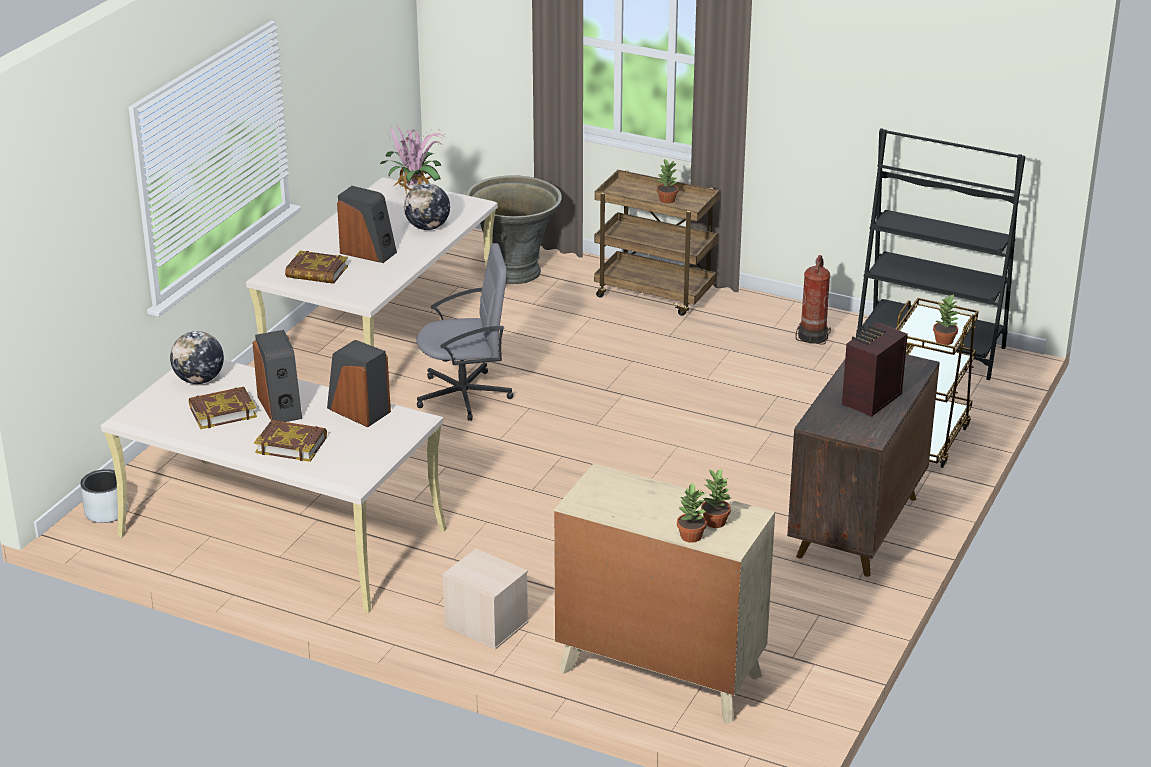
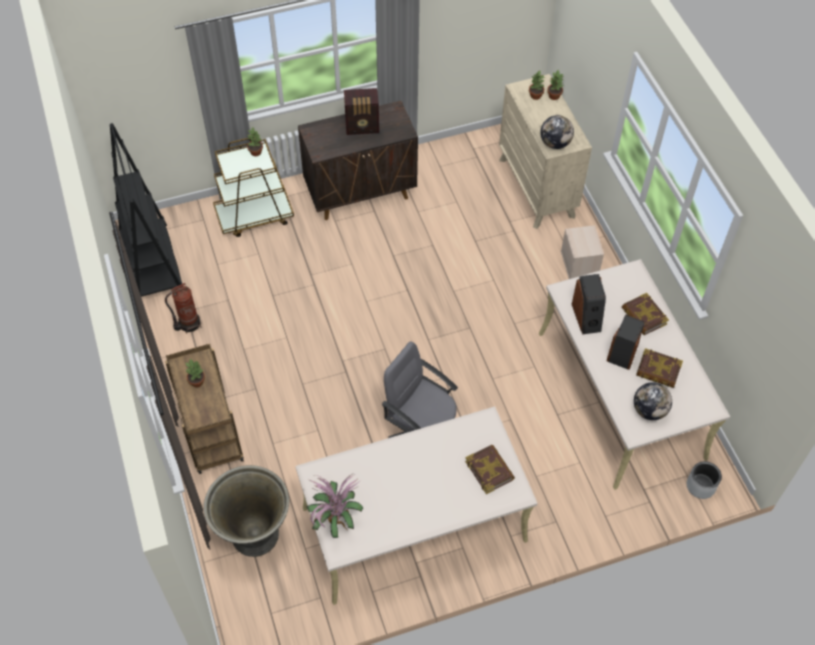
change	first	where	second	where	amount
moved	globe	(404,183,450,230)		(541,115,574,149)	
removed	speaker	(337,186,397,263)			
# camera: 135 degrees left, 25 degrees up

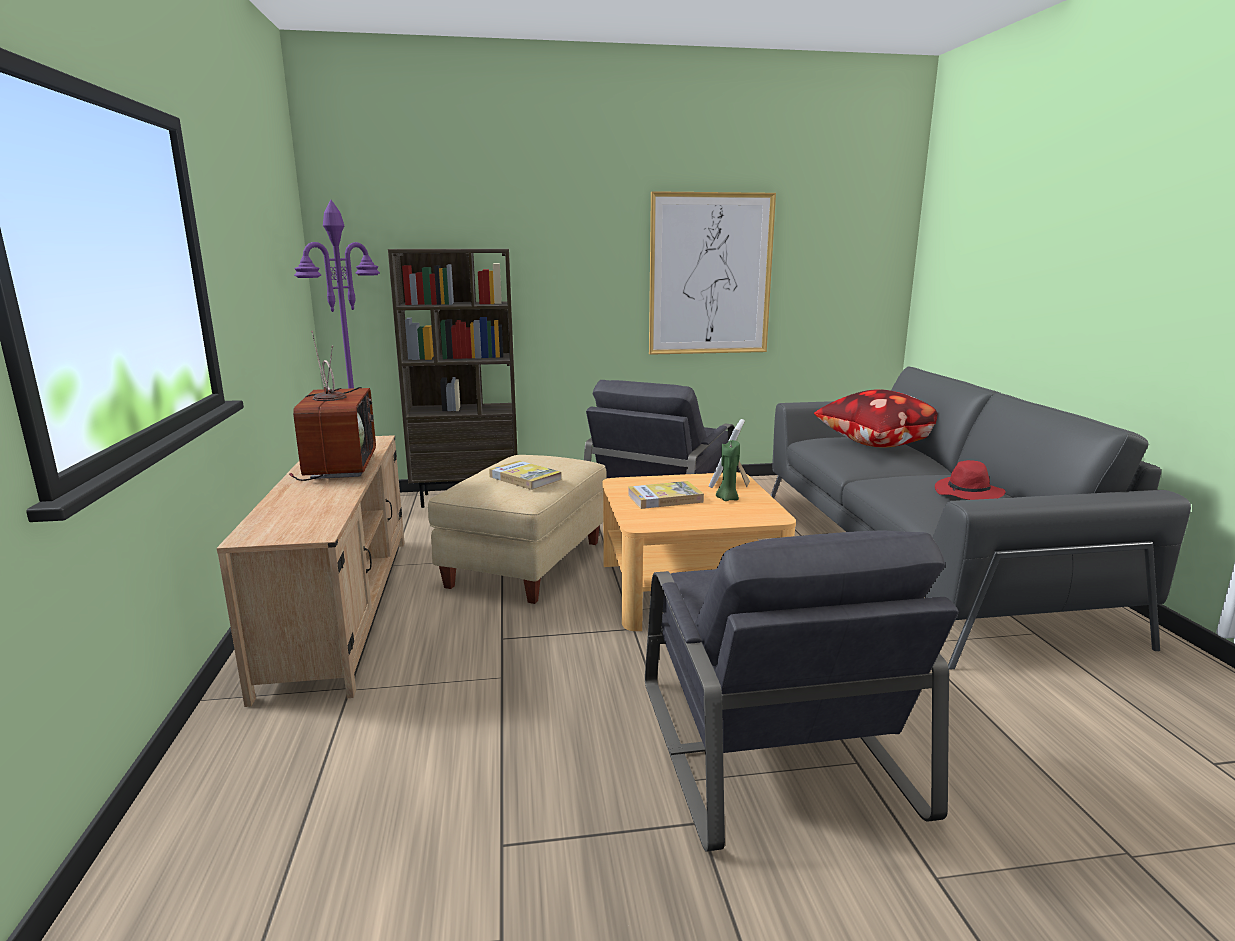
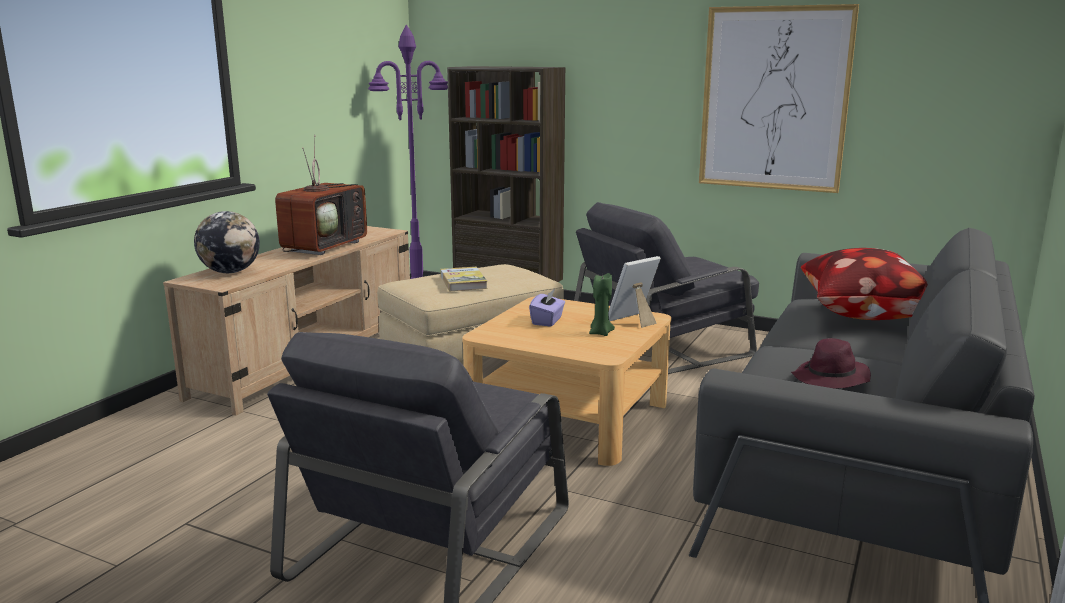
change	first	where	second	where	amount
recoloured	hat/red	(935,460,1005,500)	hat/purple	(791,338,871,389)	
replaced	book	(628,481,704,509)	tissue box/purple	(529,289,565,327)	
added			globe	(194,211,260,273)	
# camera: 35 degrees right, 0 degrees up

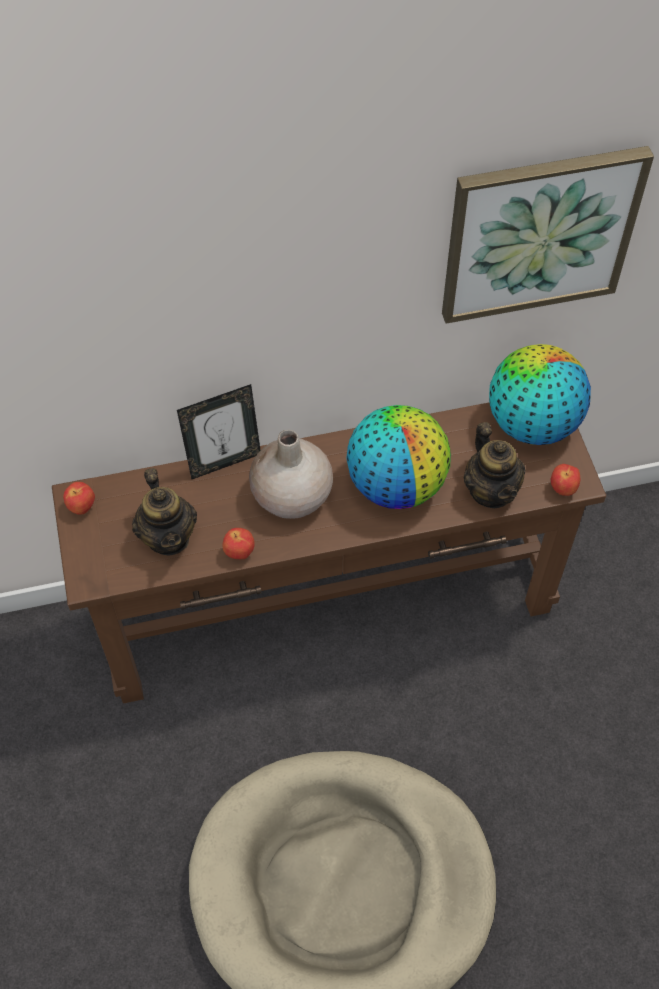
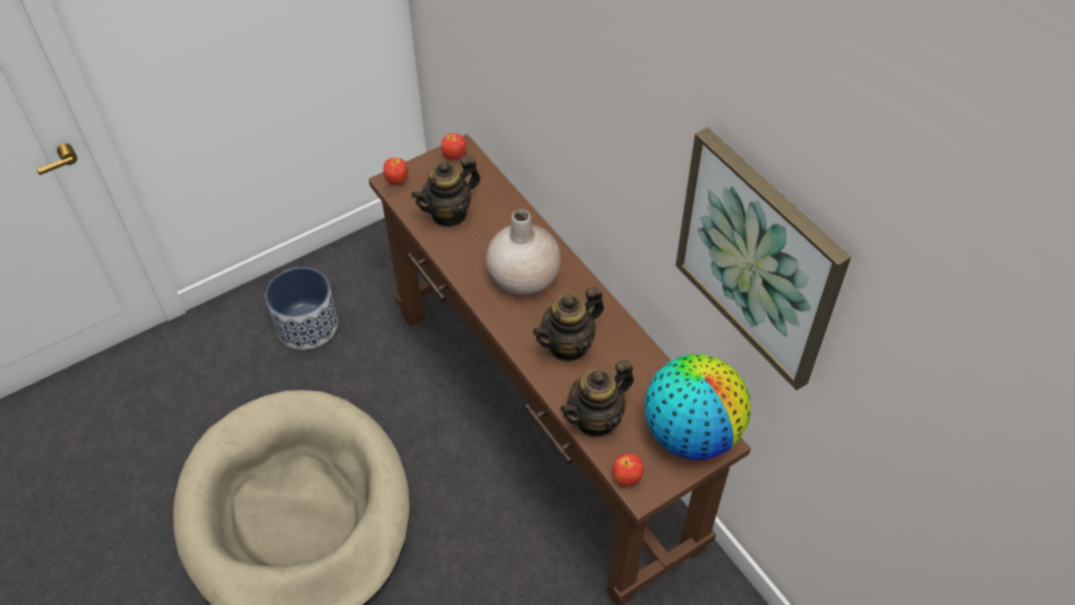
change	first	where	second	where	amount
removed	picture frame	(177,384,261,479)			
replaced	globe	(346,405,451,509)	teapot	(533,286,604,363)	
moved	apple	(222,528,255,559)		(383,158,408,185)	
added			planter	(266,267,338,350)	
# camera: 70 degrees right, 5 degrees down

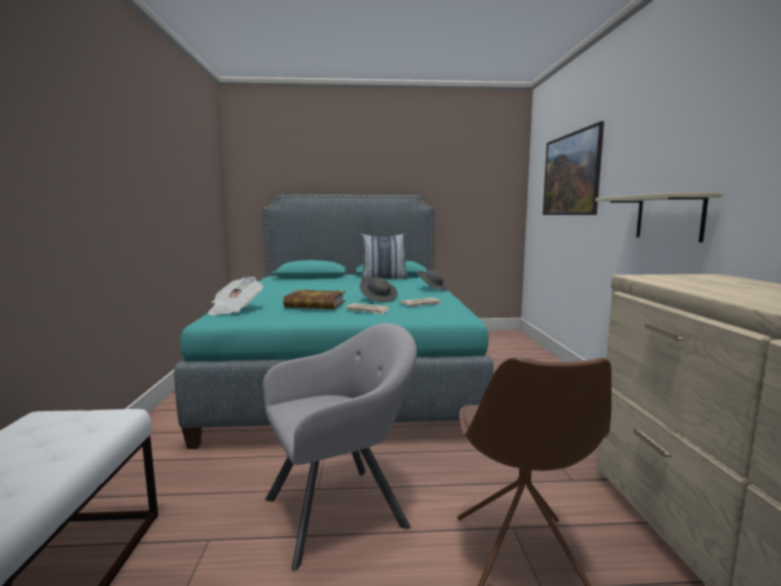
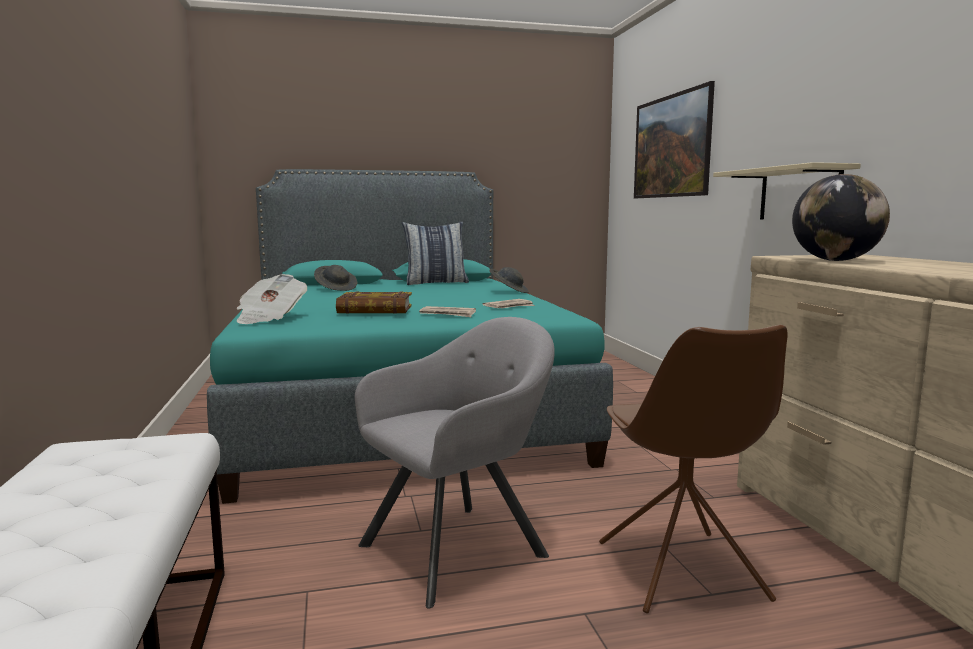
change	first	where	second	where	amount
moved	hat/grey	(360,277,398,302)		(314,265,358,291)	
added			globe	(792,174,890,261)	
# camera: 10 degrees left, 0 degrees up

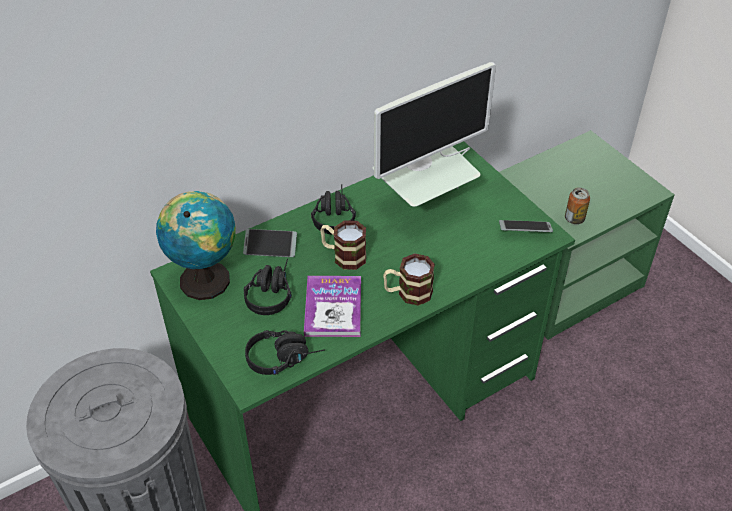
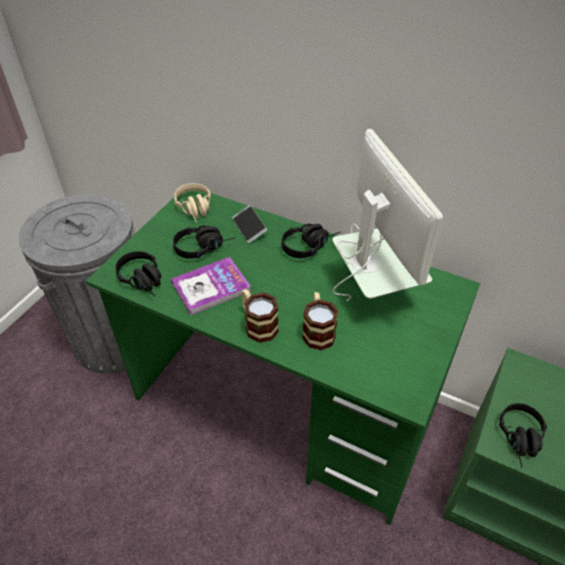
change	first	where	second	where	amount
turned	monitor	(373,62,496,207)		(332,129,443,301)	135 degrees counterclockwise
replaced	can	(565,187,590,224)	headphones/black	(499,403,547,468)	
replaced	globe	(156,191,236,300)	headphones/beige	(174,183,211,223)	
moved	mug	(320,220,366,270)		(302,292,338,351)	
removed	phone	(499,220,553,232)			
# camera: 60 degrees right, 0 degrees up

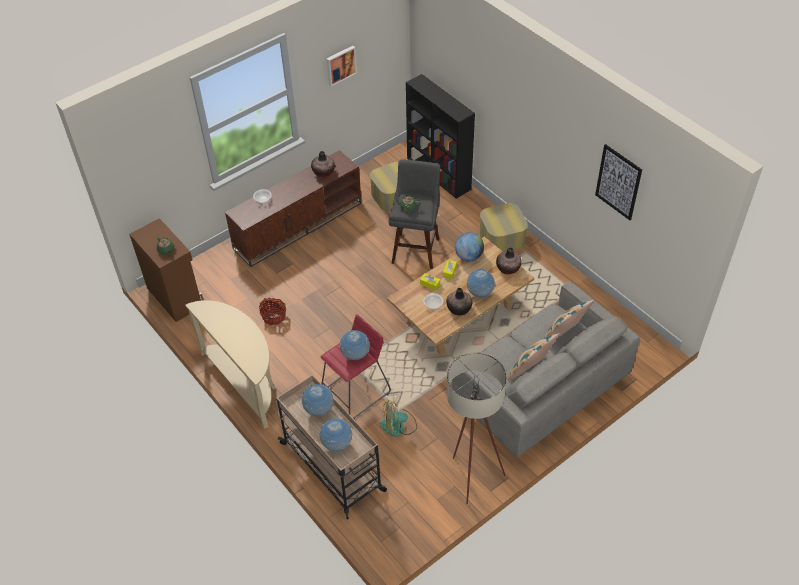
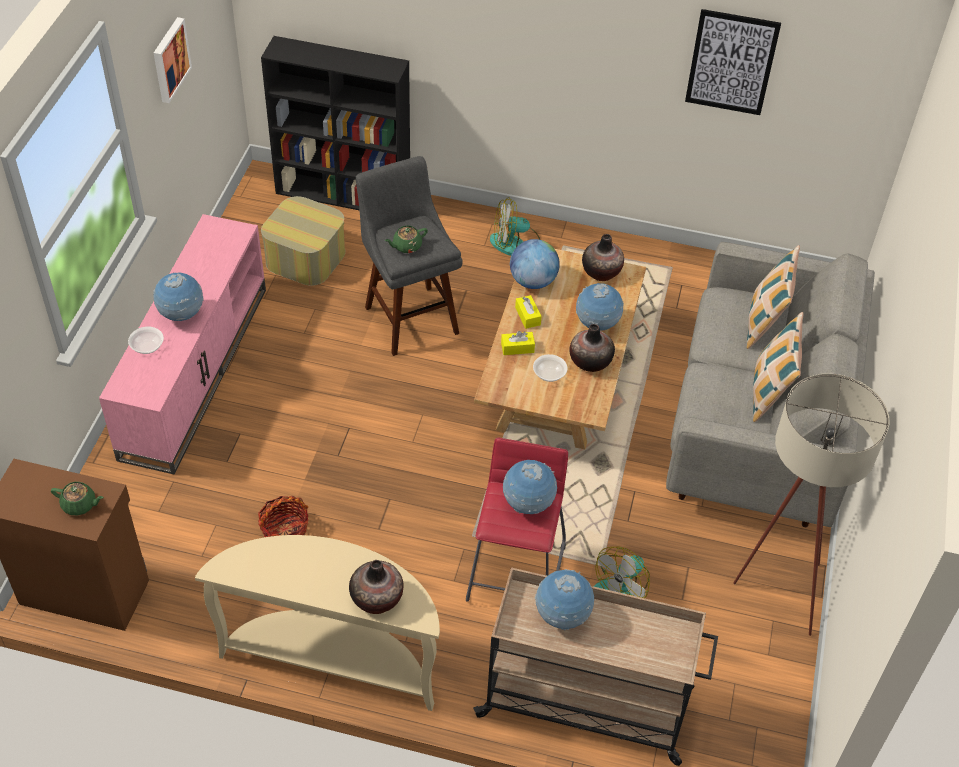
change	first	where	second	where	amount
recoloured	tv stand/brown	(225,150,361,267)	tv stand/pink	(99,214,266,474)	
moved	vase	(311,151,335,177)		(349,560,403,614)	
replaced	ottoman	(479,203,528,252)	fan	(490,197,540,256)	
moved	globe	(320,418,353,451)		(153,272,204,321)	
# camera: 40 degrees left, 0 degrees up

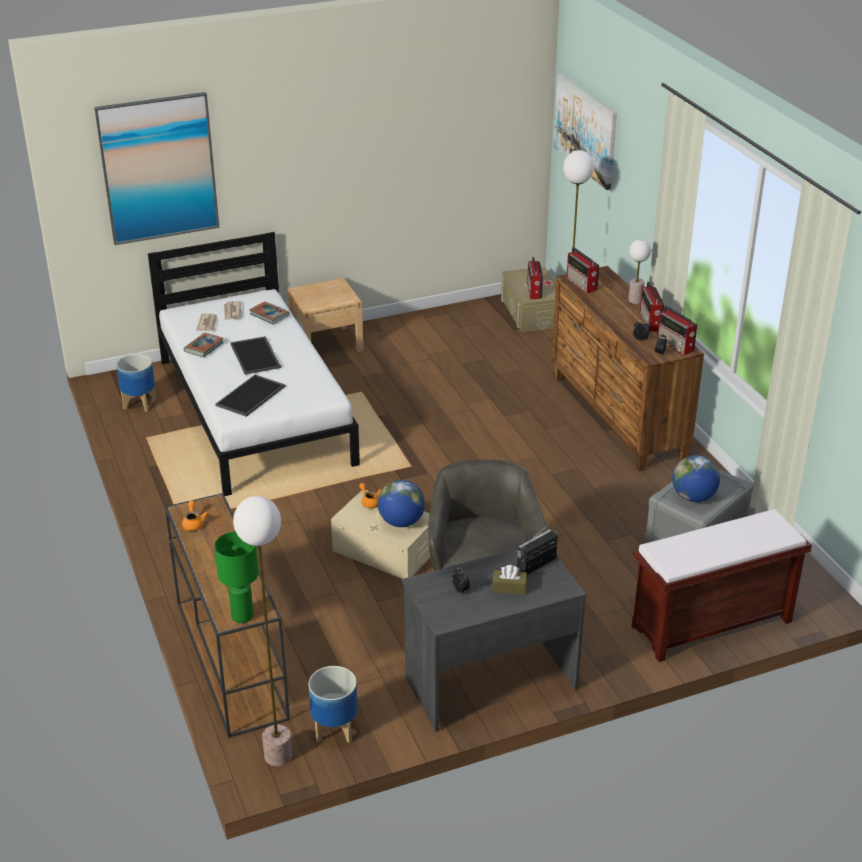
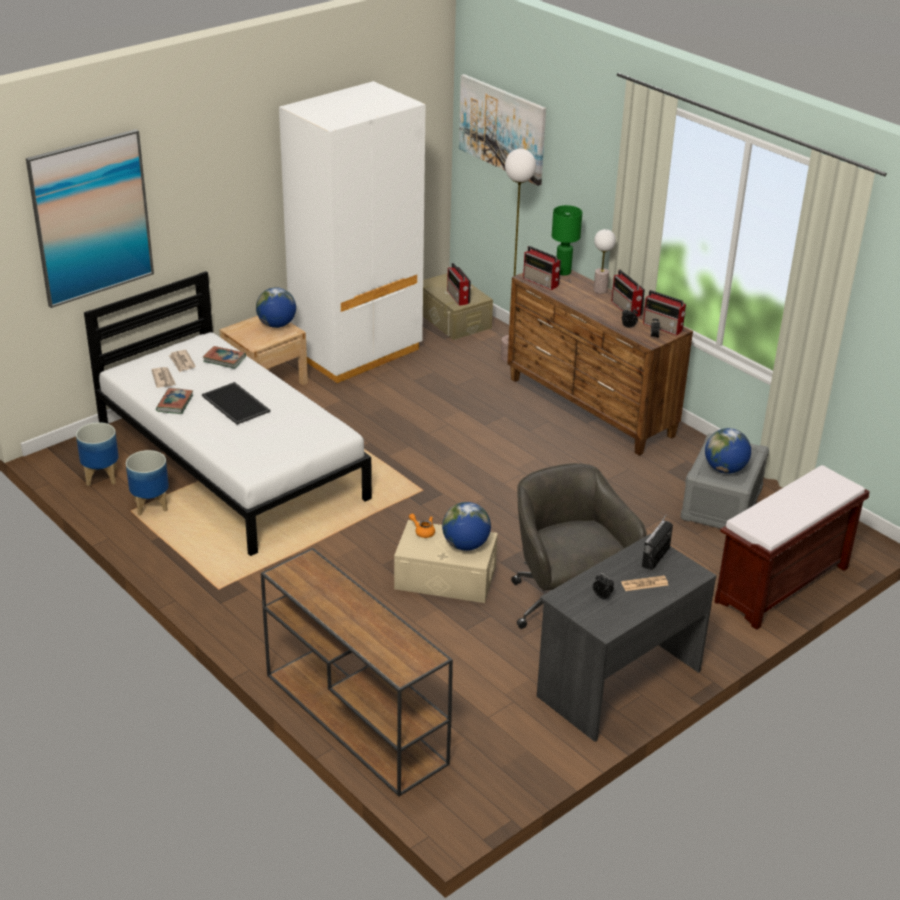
change	first	where	second	where	amount
removed	tray	(215,374,286,417)			
removed	floor lamp	(233,496,292,766)			
removed	teapot/orange	(182,500,208,531)			
moved	table lamp/green	(214,531,259,623)		(552,205,582,275)	
replaced	tissue box/brown	(492,565,527,595)	newspaper	(621,576,668,591)	
moved	planter	(308,666,358,743)		(126,450,169,516)	
added			wardrobe/white	(279,81,426,383)	
added			globe	(256,287,296,328)	
# camera: 20 degrees left, 0 degrees up

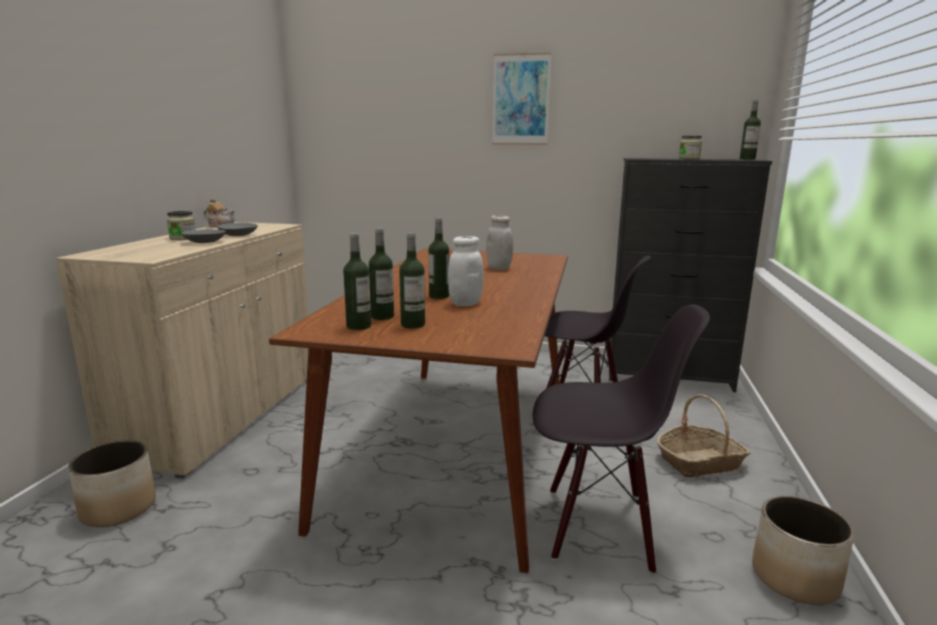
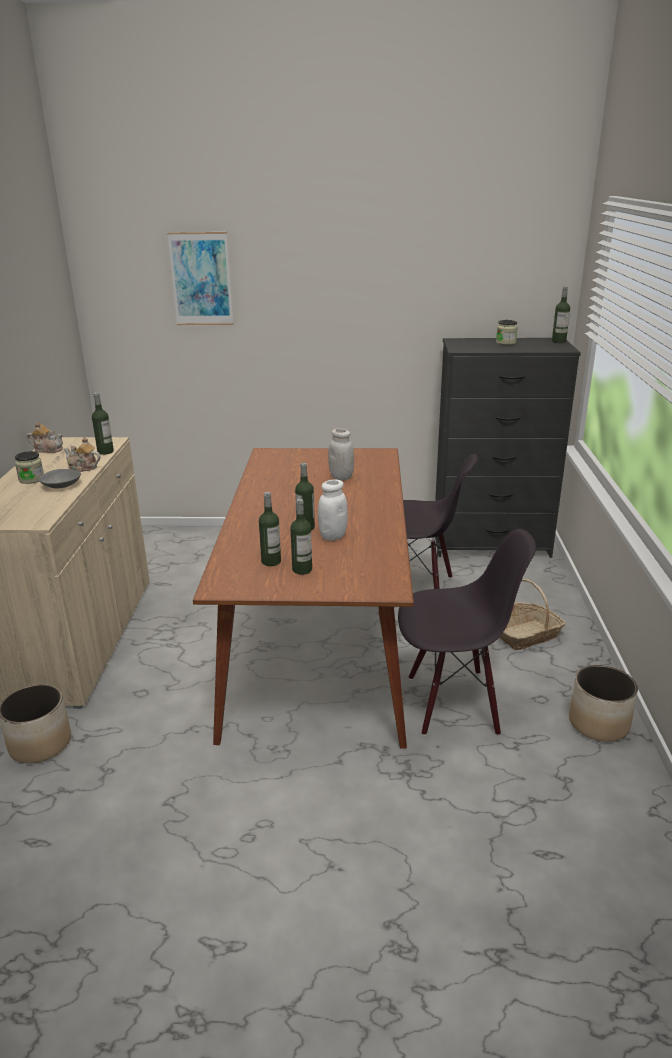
change	first	where	second	where	amount
moved	picture	(492,52,551,145)		(167,232,233,325)	
replaced	bowl/grey	(217,223,258,236)	teapot	(64,437,100,472)	
moved	bottle	(343,233,371,330)		(92,393,114,455)	
# camera: 10 degrees left, 10 degrees up

